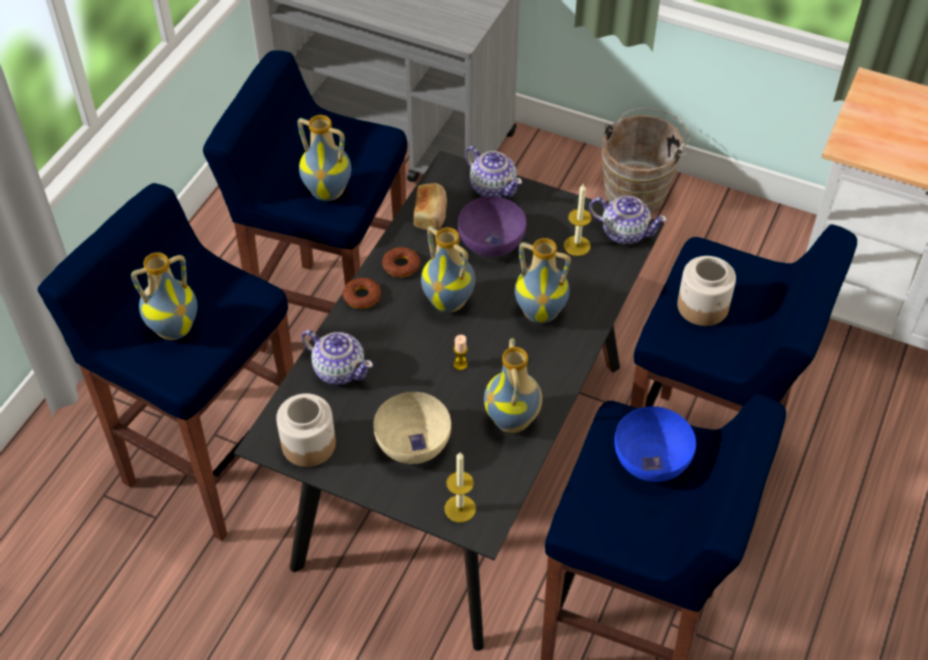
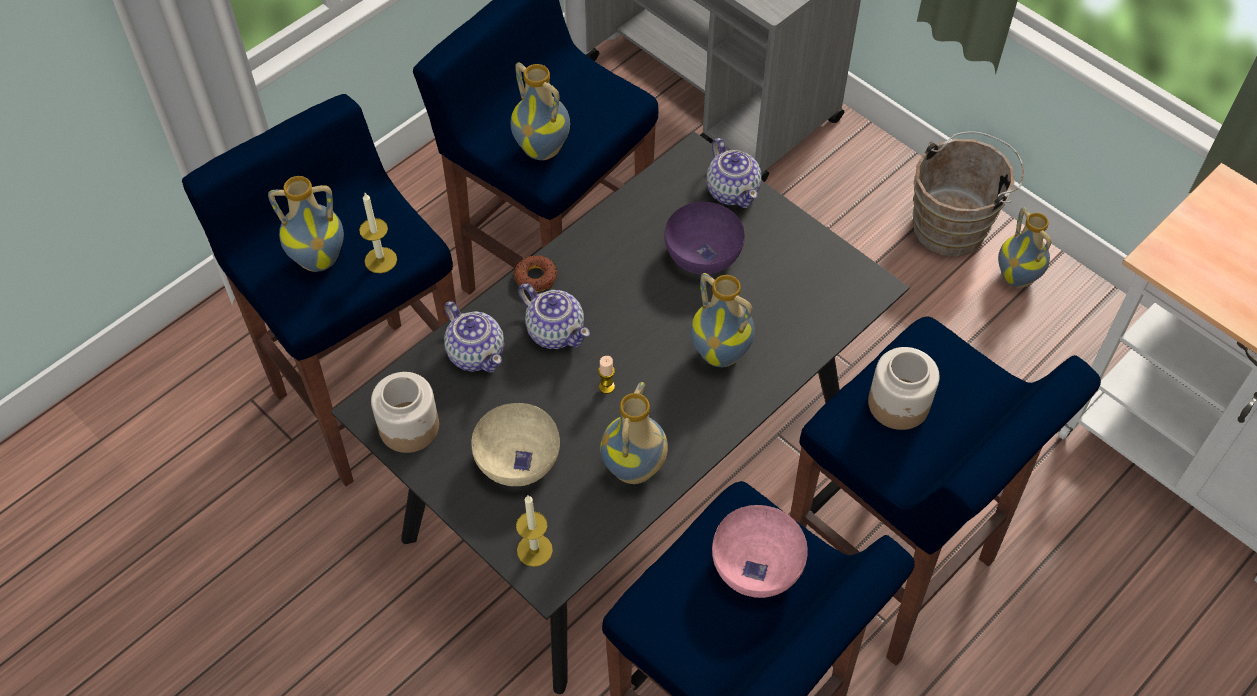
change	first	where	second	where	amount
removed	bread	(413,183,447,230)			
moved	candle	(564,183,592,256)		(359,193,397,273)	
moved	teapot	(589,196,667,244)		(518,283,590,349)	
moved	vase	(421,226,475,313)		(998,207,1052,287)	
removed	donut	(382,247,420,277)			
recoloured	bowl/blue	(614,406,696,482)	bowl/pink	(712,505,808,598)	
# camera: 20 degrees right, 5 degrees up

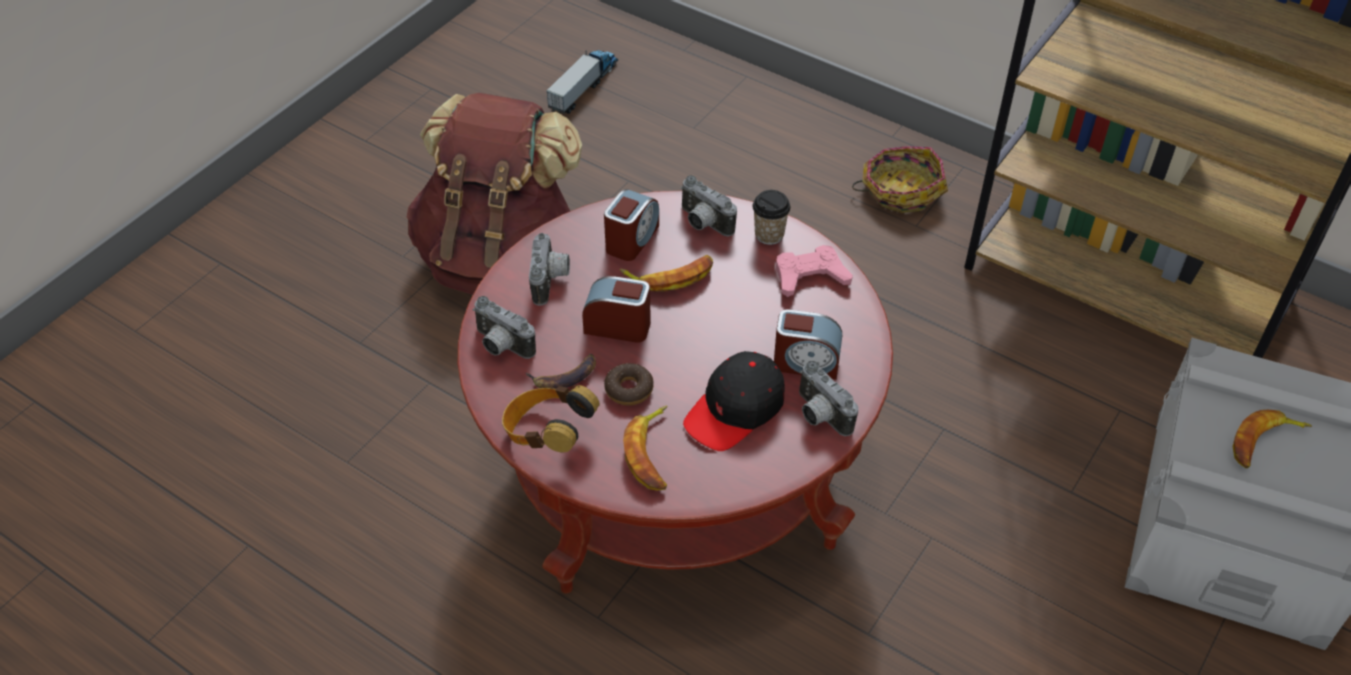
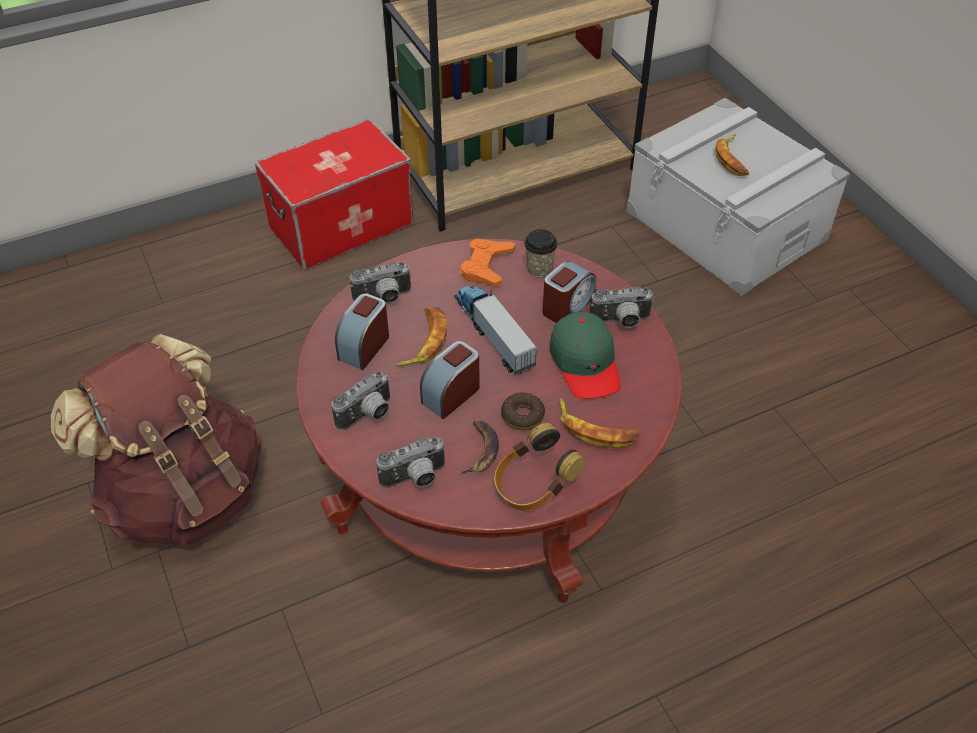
change	first	where	second	where	amount
moved	toy truck	(547,50,618,115)		(454,286,537,375)	
replaced	basket	(852,146,948,213)	storage box	(255,119,414,270)	
turned	alarm clock	(604,189,659,261)		(335,294,389,370)	120 degrees counterclockwise
moved	cup	(753,190,791,245)		(524,229,557,277)	
turned	photo camera	(529,233,570,306)		(331,371,390,430)	105 degrees clockwise
recoloured	game controller/pink	(776,245,853,297)	game controller/orange	(460,238,516,287)	
recoloured	cap/black	(683,351,784,451)	cap/green	(550,312,620,399)	
# camera: 60 degrees left, 0 degrees up

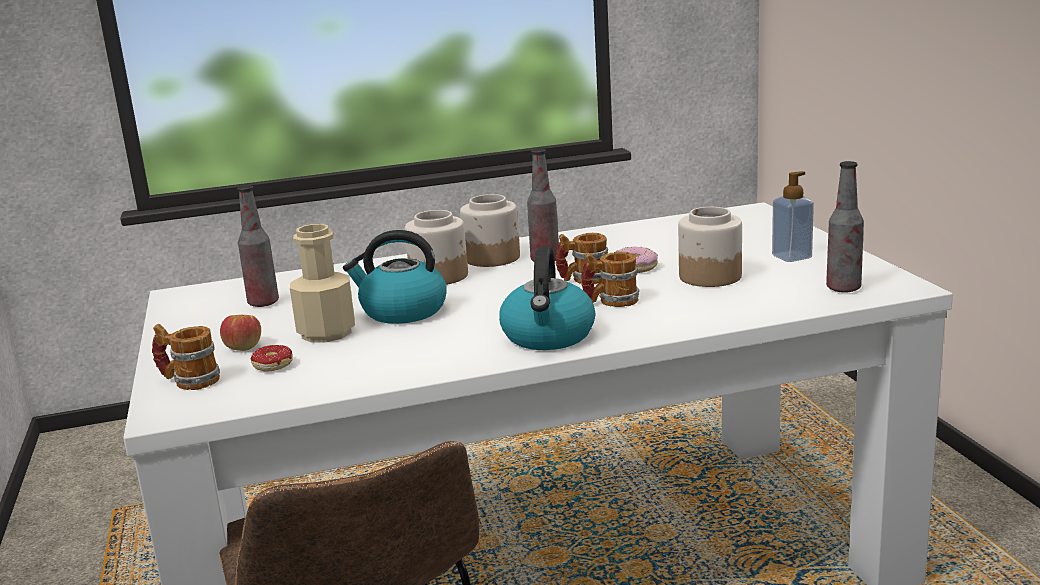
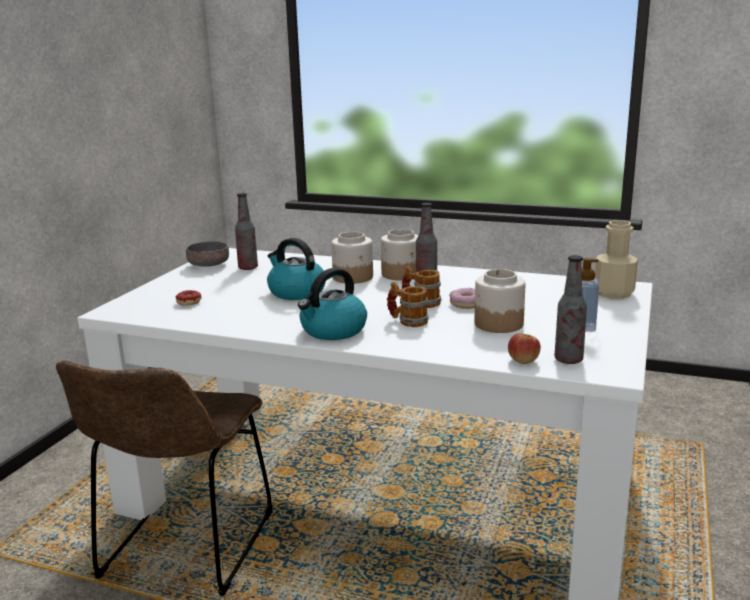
change	first	where	second	where	amount
moved	bottle/beige	(290,224,355,342)		(595,220,638,299)	
moved	apple	(220,315,261,351)		(508,333,541,364)	
removed	mug	(152,324,220,390)			
added			bowl/grey	(186,241,229,267)	
# camera: 35 degrees right, 0 degrees up

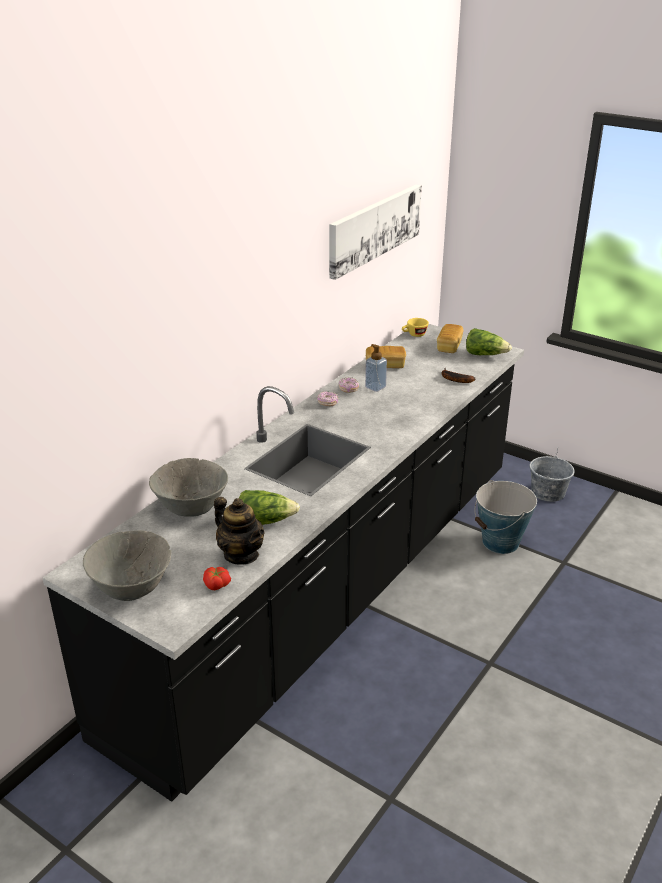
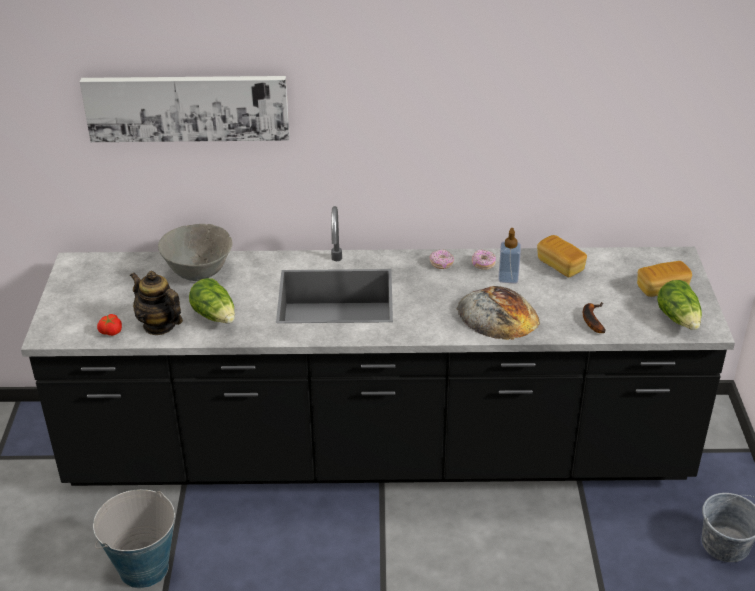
change	first	where	second	where	amount
moved	picture	(329,185,422,280)		(80,76,290,142)	
removed	cup/yellow	(402,318,429,337)			
moved	bucket	(475,480,537,554)		(93,489,175,588)	
turned	teapot	(214,497,264,565)		(130,271,183,335)	120 degrees clockwise
removed	bowl/grey	(83,530,171,601)			
added			bread	(457,286,540,340)	
# camera: 55 degrees right, 5 degrees up

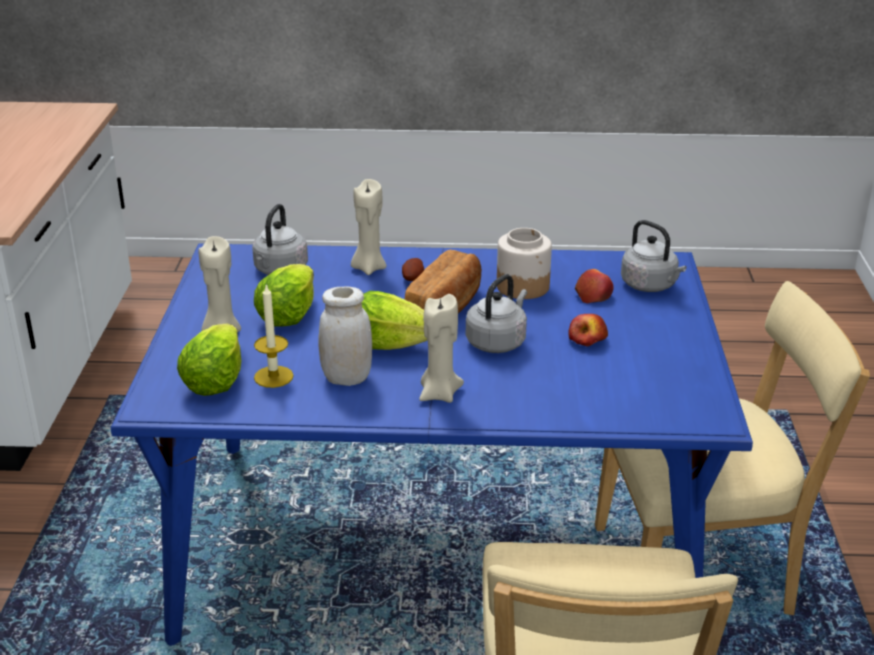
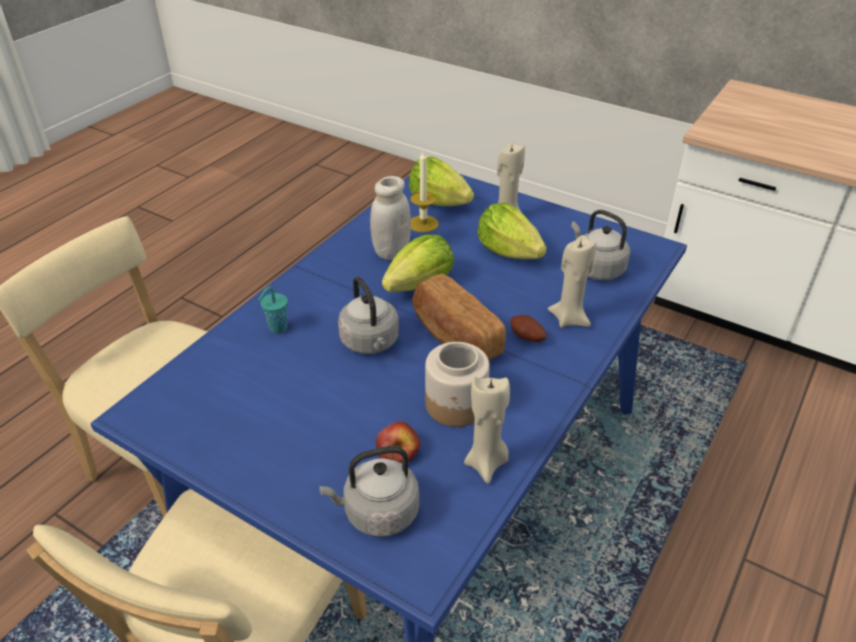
change	first	where	second	where	amount
moved	candle/beige	(419,294,464,403)		(464,377,510,483)	
removed	apple	(568,314,608,347)			
added			cup/turquoise	(258,287,288,334)	
# camera: 120 degrees right, 10 degrees up

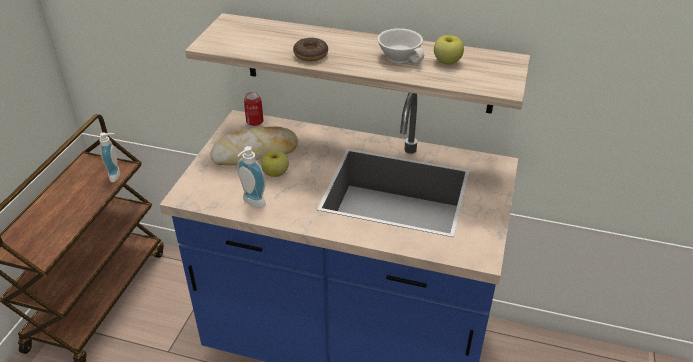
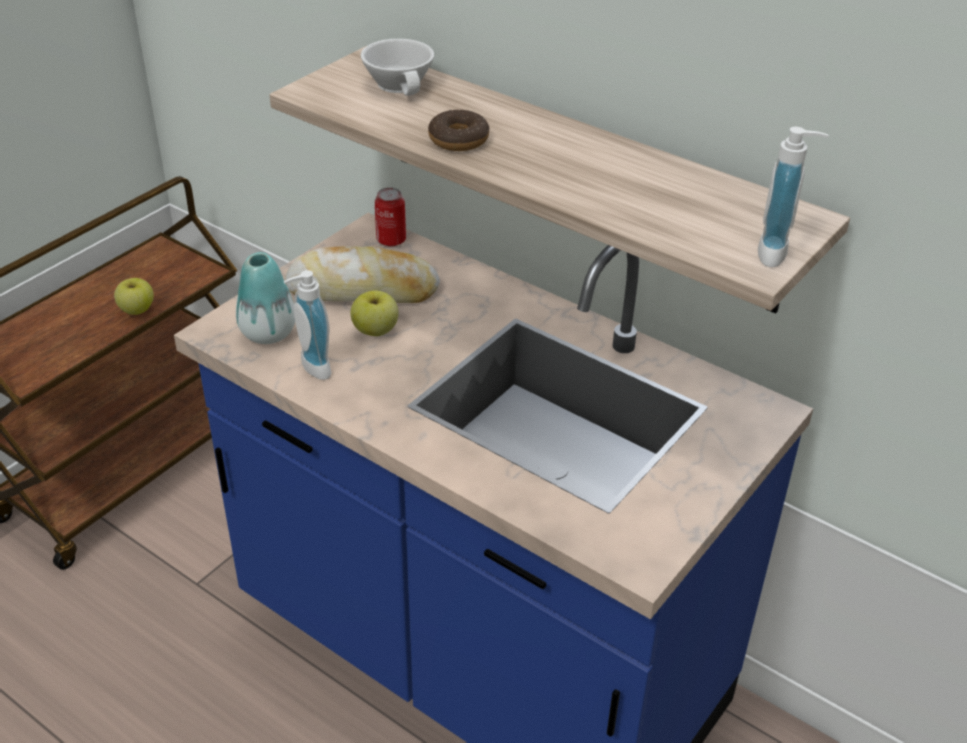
change	first	where	second	where	amount
moved	cup/white	(377,28,424,63)		(361,39,434,96)	
moved	apple	(434,35,464,65)		(114,278,154,315)	
moved	soap dispenser	(99,132,120,182)		(758,127,829,267)	
added			vase	(236,252,295,344)	
# camera: 20 degrees right, 0 degrees up

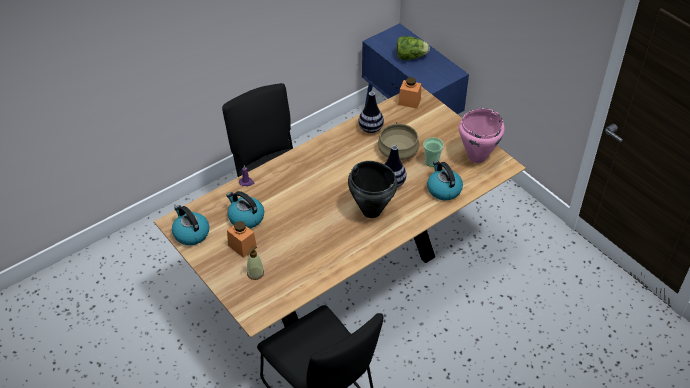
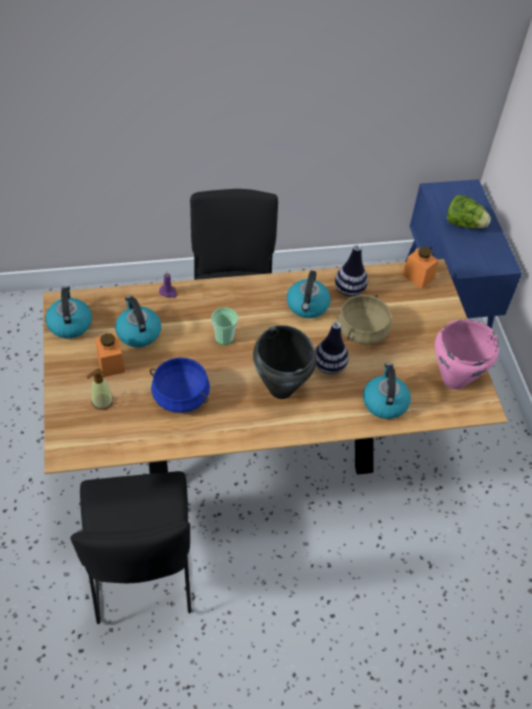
change	first	where	second	where	amount
moved	cup	(423,137,444,167)		(211,308,238,345)	
added			kettle	(287,271,331,318)	
added			cooking pot/blue	(150,358,210,413)	
# camera: 25 degrees right, 5 degrees up

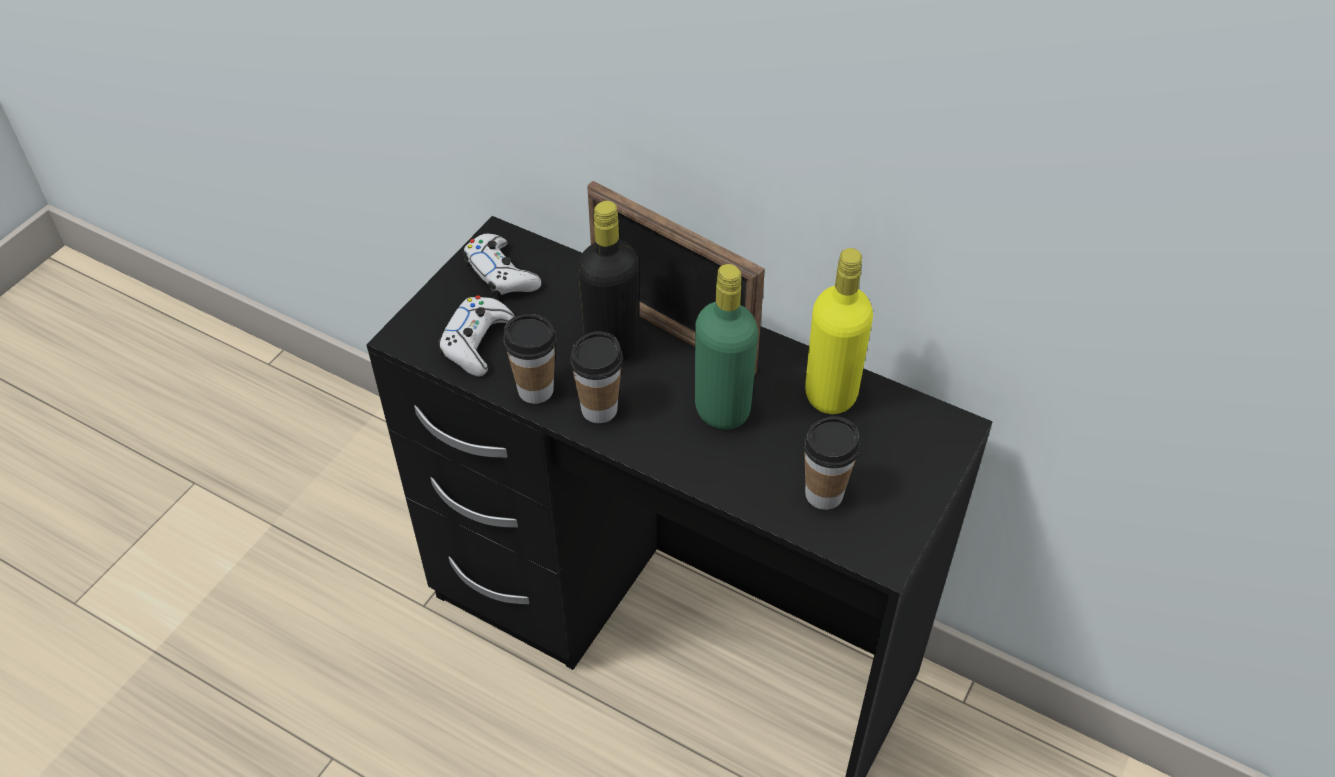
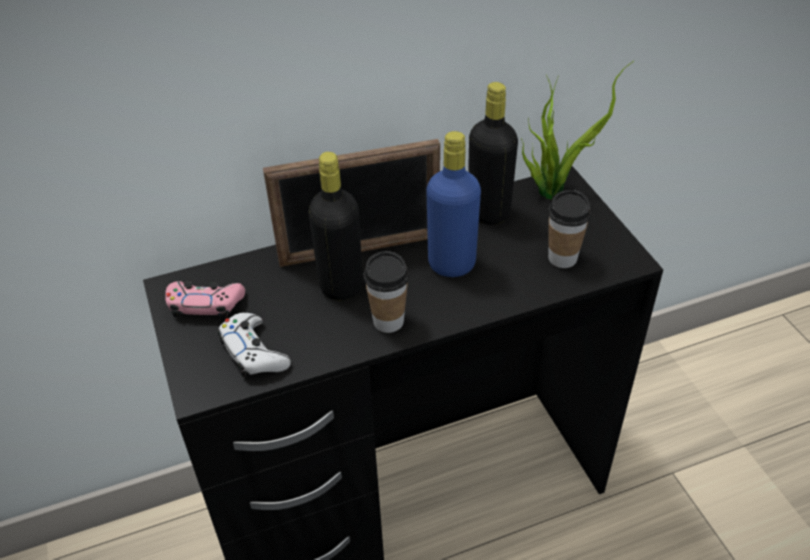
change	first	where	second	where	amount
recoloured	game controller/white	(463,234,541,298)	game controller/pink	(165,281,245,319)	
recoloured	bottle/yellow	(805,248,873,414)	bottle/black	(468,82,518,225)	
recoloured	bottle/green	(695,264,758,430)	bottle/blue	(426,131,481,277)	
removed	cup	(503,314,556,404)			
added			potted plant	(521,61,634,199)	
# camera: 50 degrees left, 5 degrees down

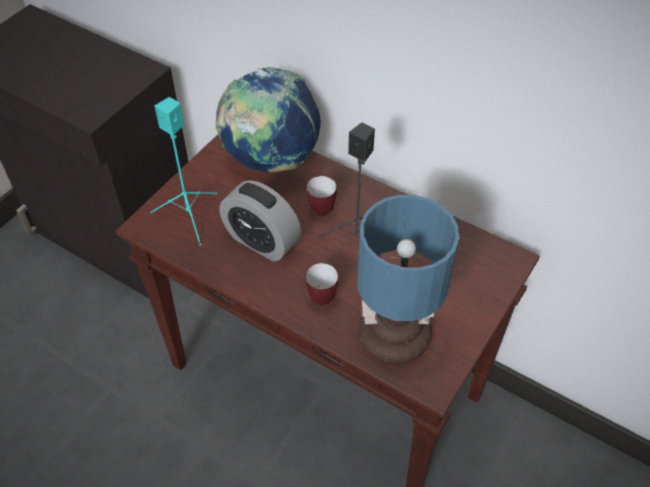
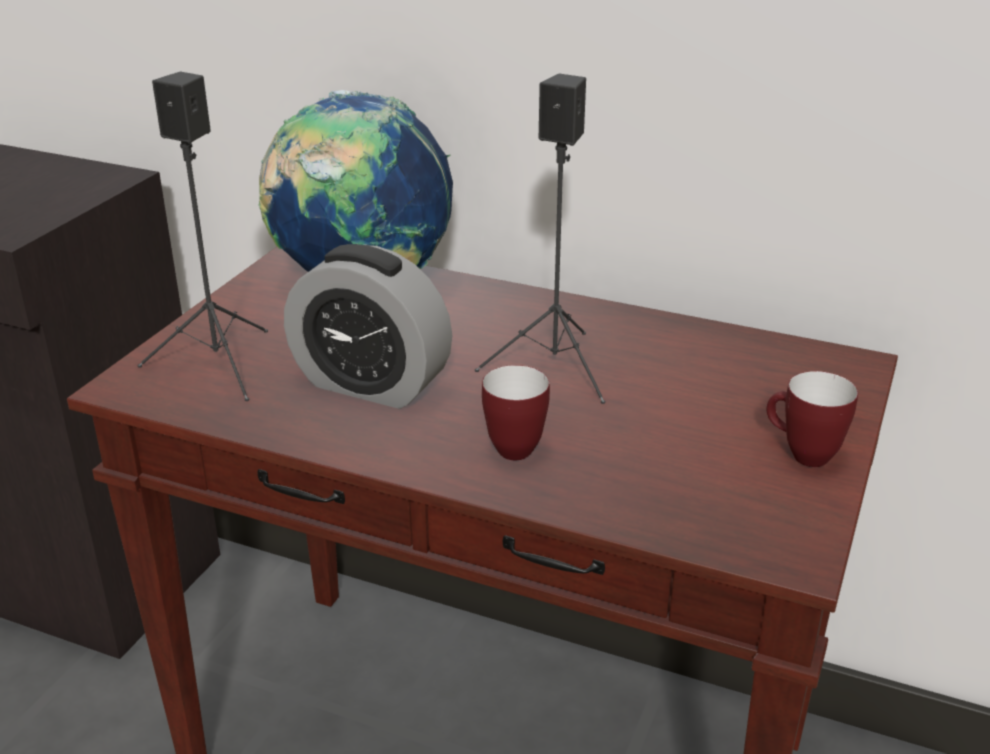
change	first	where	second	where	amount
recoloured	speaker/turquoise	(150,97,217,246)	speaker/black	(138,71,268,401)	
moved	mug	(305,176,337,217)		(767,371,858,467)	
removed	table lamp	(357,195,459,364)			
# camera: 10 degrees left, 20 degrees down

